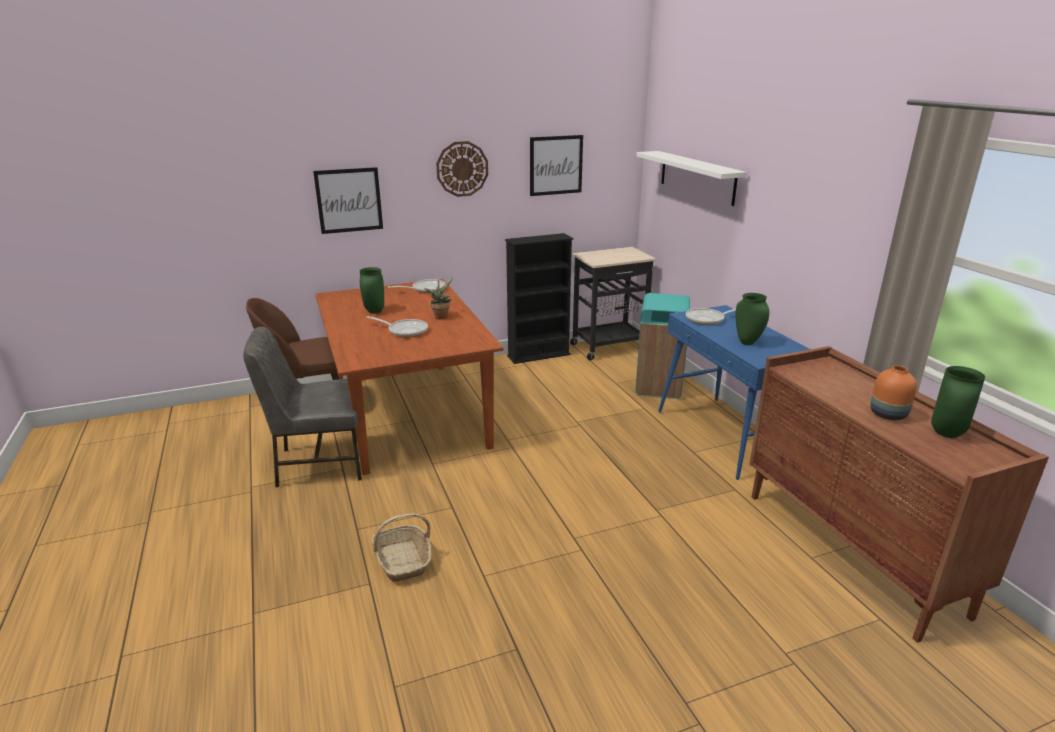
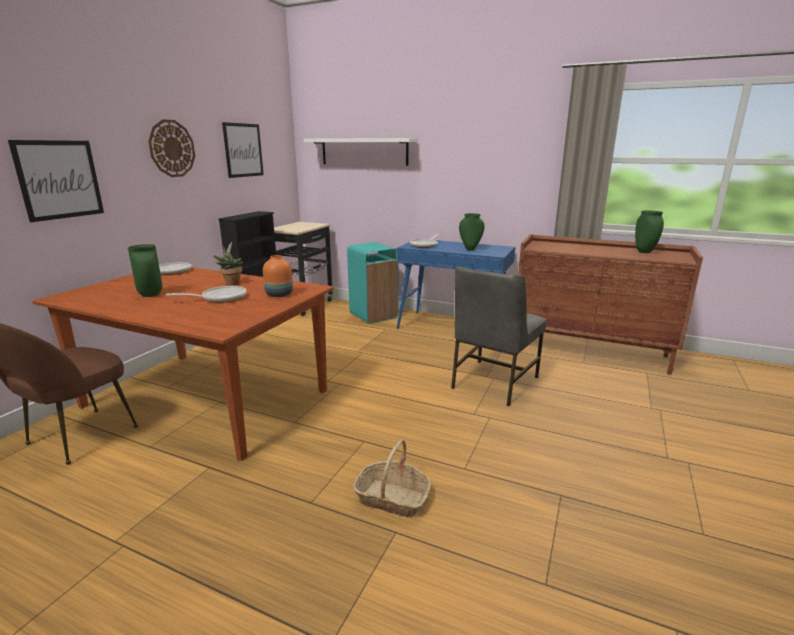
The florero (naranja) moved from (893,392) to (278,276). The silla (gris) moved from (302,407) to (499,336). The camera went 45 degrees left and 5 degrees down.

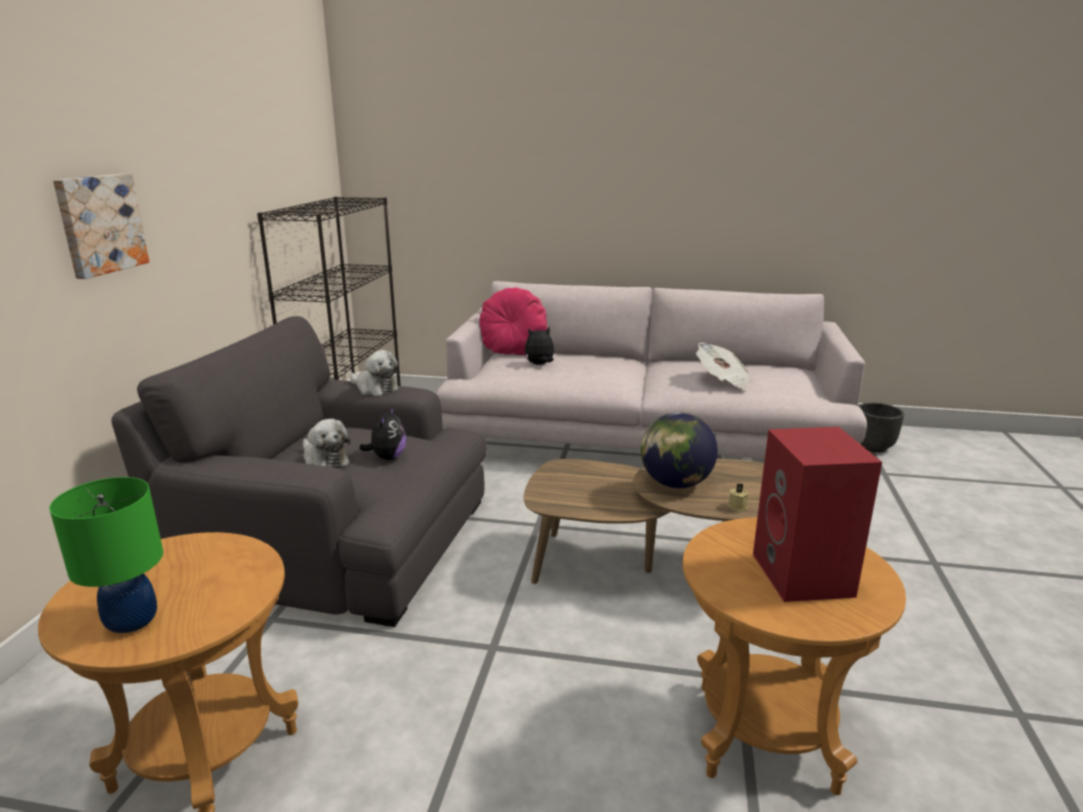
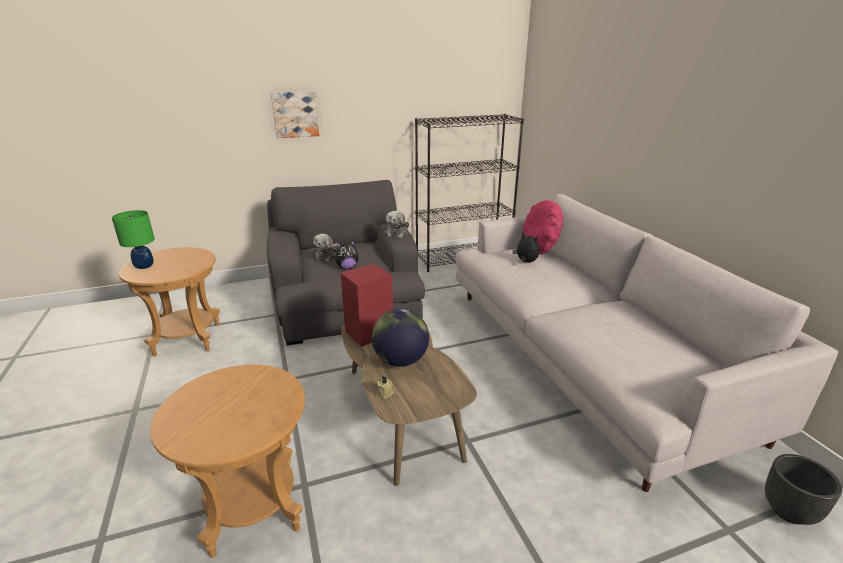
The altavoz (rojo) moved from (817,514) to (367,305). The periódico at (724,366) disappeared. The camera went 60 degrees right and 5 degrees up.

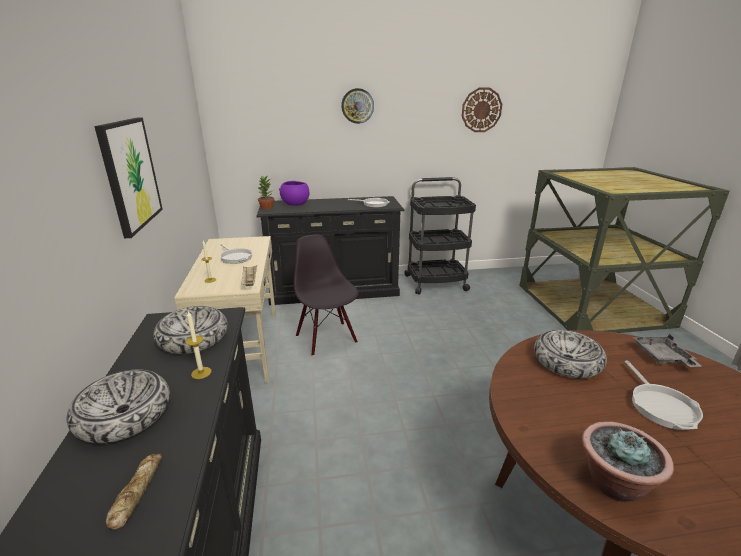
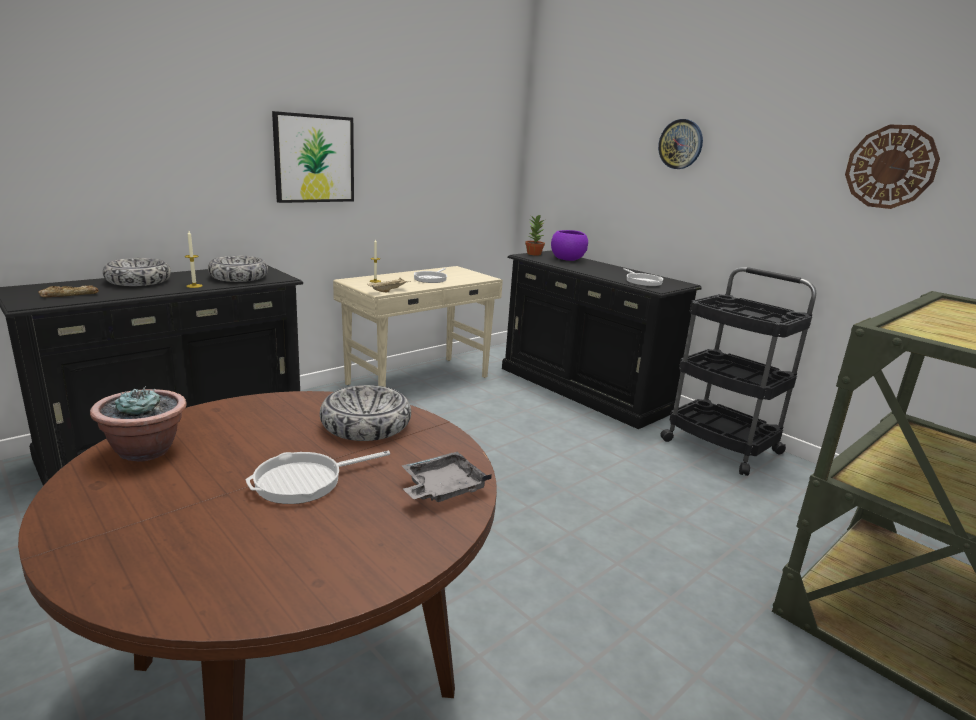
The silla (negro) at (326,295) disappeared. The camera went 55 degrees right and 5 degrees down.

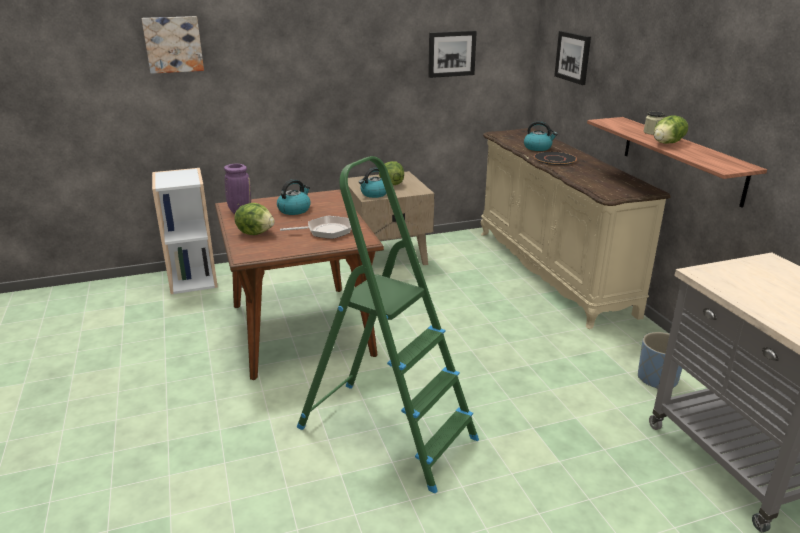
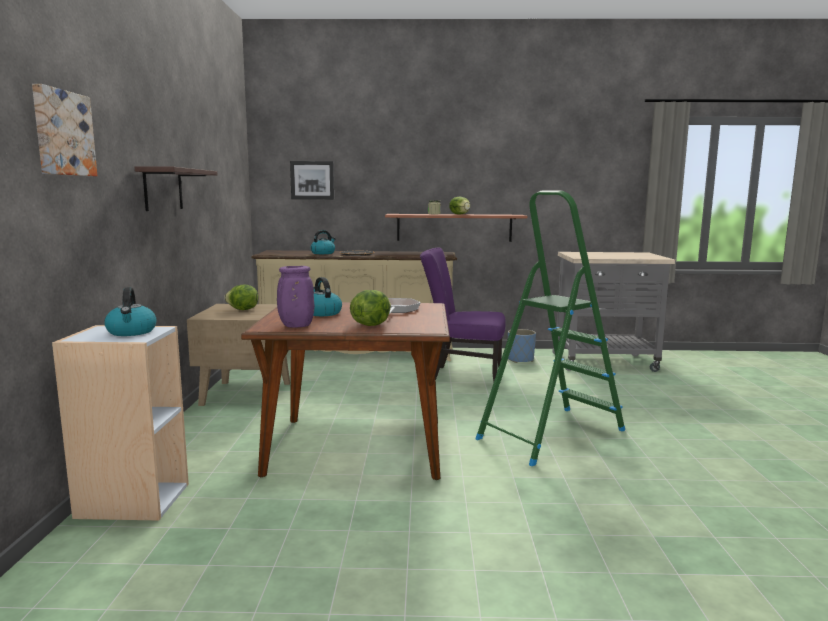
The hervidor moved from (373,183) to (130,311). The estante at (176,188) appeared. The silla (morado) at (463,315) appeared. The cuadro at (452,54) disappeared. The camera went 70 degrees left and 15 degrees down.

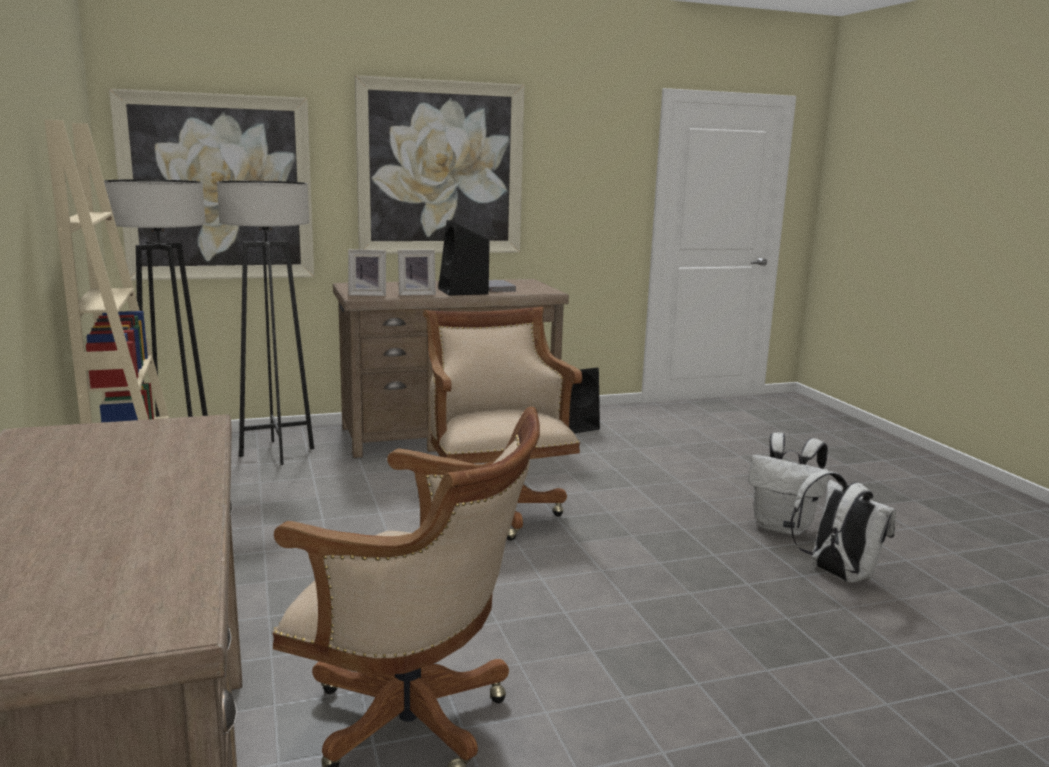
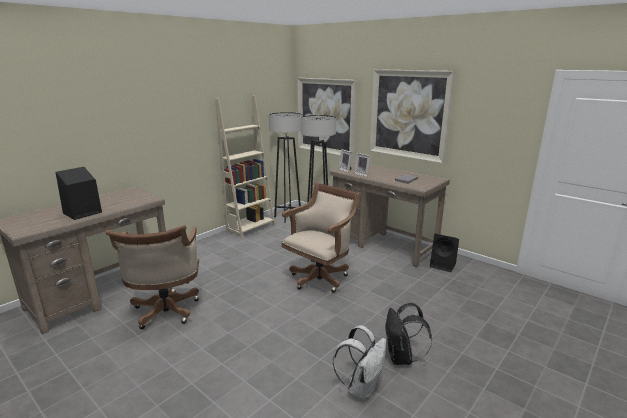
The altavoz (negro) moved from (464,258) to (79,193). The mochila (blanco) at (788,484) became the mochila (negro) at (408,334). The camera went 60 degrees right and 5 degrees up.

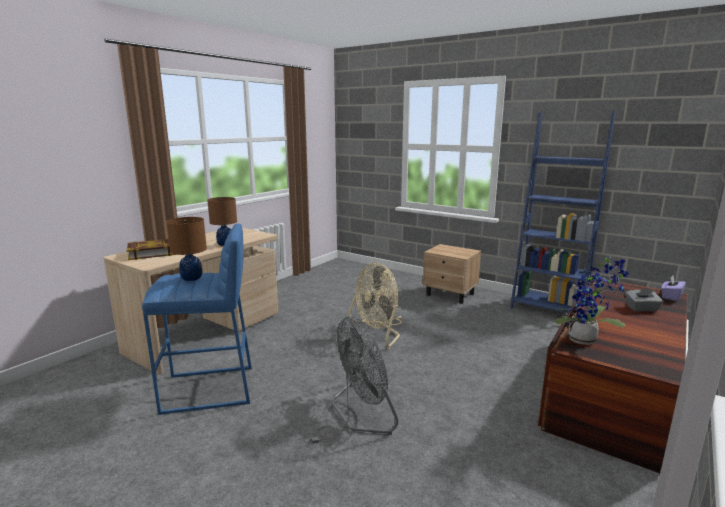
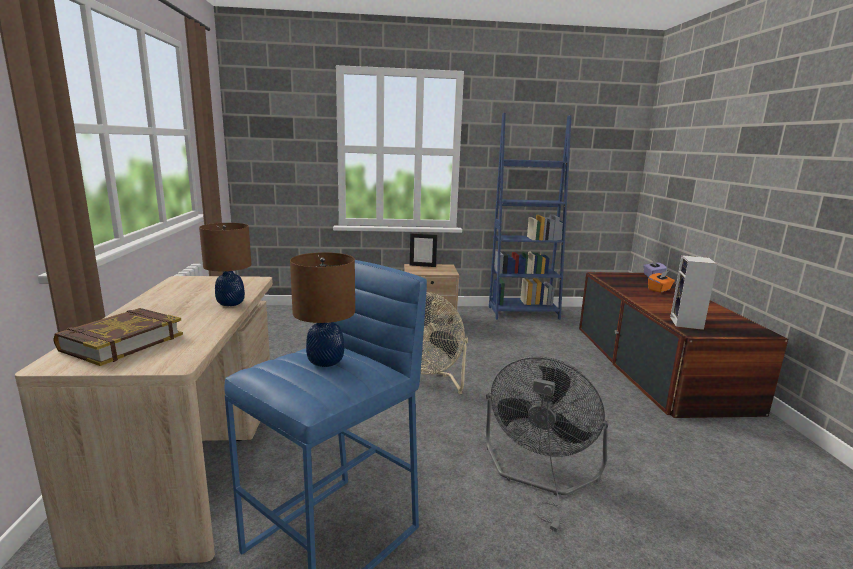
The portarretratos at (423,250) appeared. The caja de pañuelos (gris) at (644,300) became the caja de pañuelos (naranja) at (661,282). The planta en maceta at (591,300) was replaced by the altavoz at (693,292). The camera went 40 degrees left and 0 degrees up.

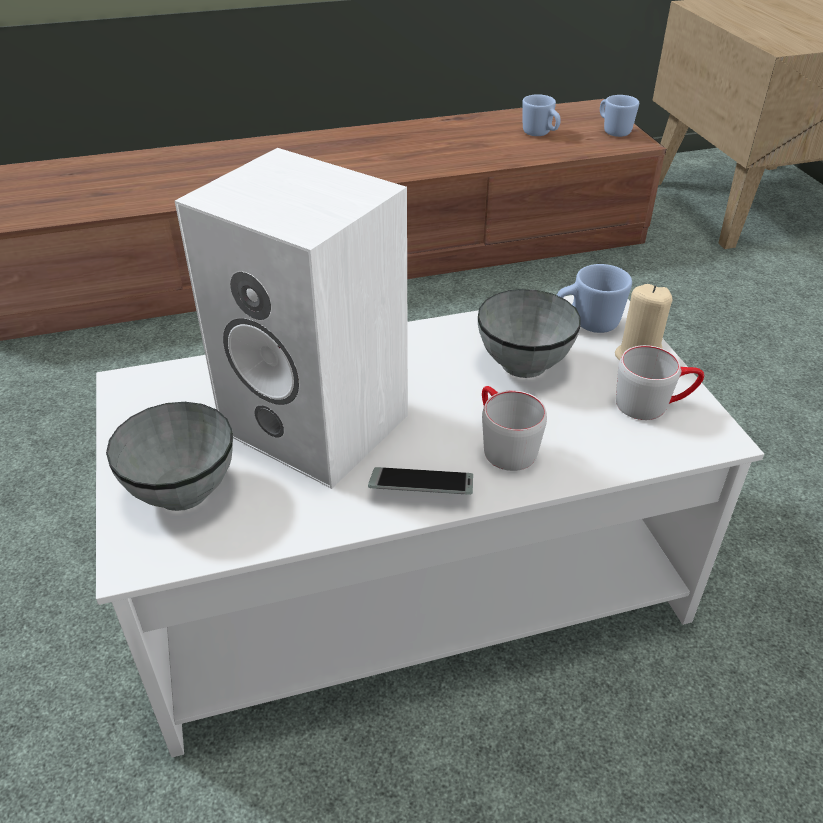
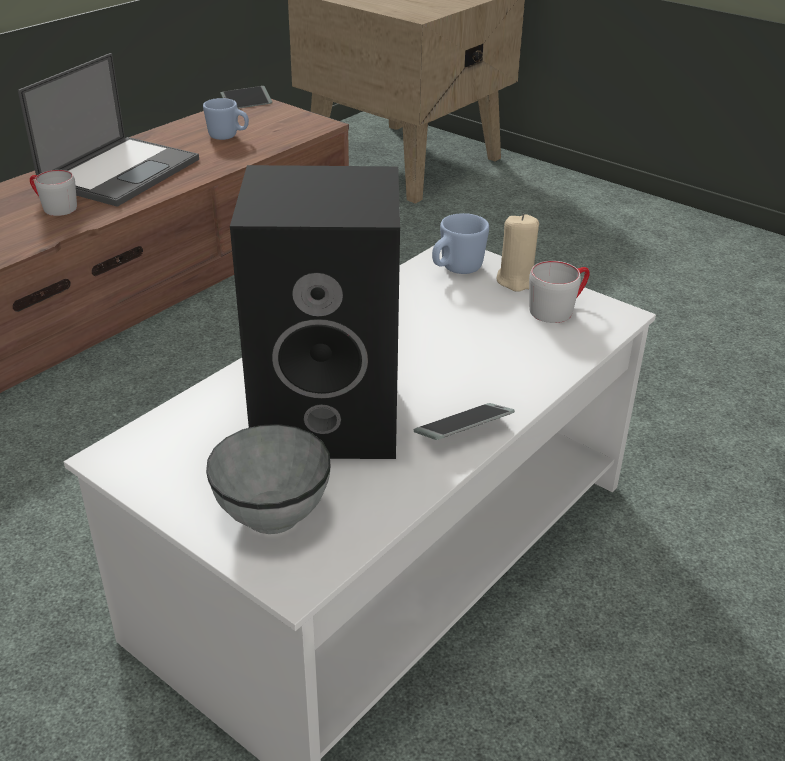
The portátil at (108,130) appeared. The taza grande (gris) moved from (514,428) to (53,193). The móvil at (246,97) appeared. The altavoz (blanco) at (291,318) became the altavoz (negro) at (315,312). The cuenco (gris) at (529,333) disappeared. The taza grande (azul) at (619,116) disappeared. The camera went 35 degrees left and 5 degrees down.

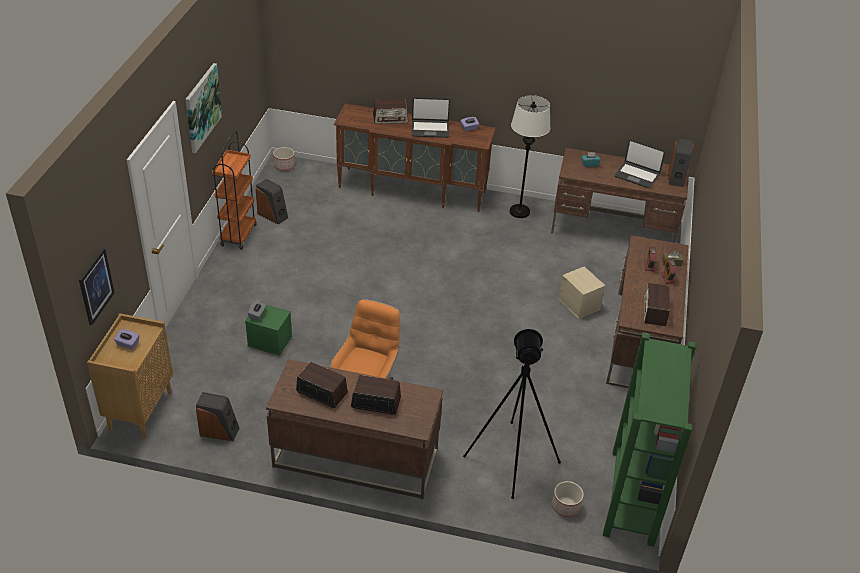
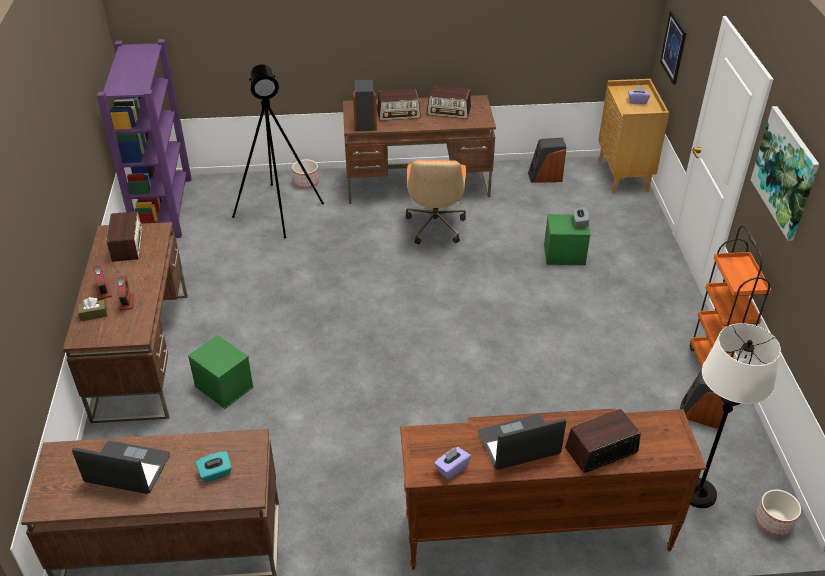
The estantería (verde) at (649,440) became the estantería (morado) at (144,138). The caja de almacenaje (beis) at (582,292) became the caja de almacenaje (verde) at (221,372). The maceta moved from (568,499) to (305,174). The altavoz moved from (681,162) to (365,105). The lámpara de pie (blanco) moved from (530,156) to (735,415). The camera went 165 degrees right and 0 degrees up.

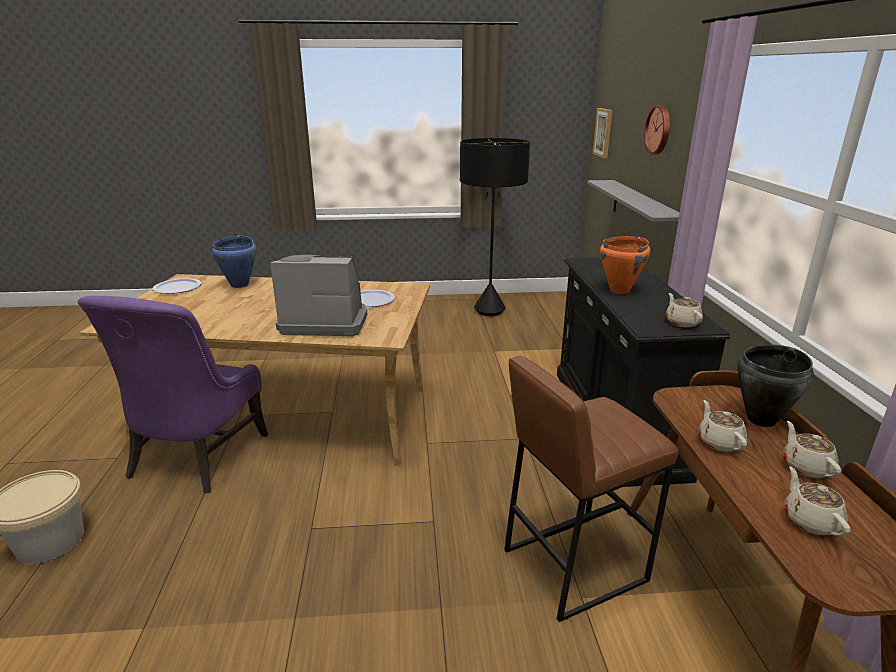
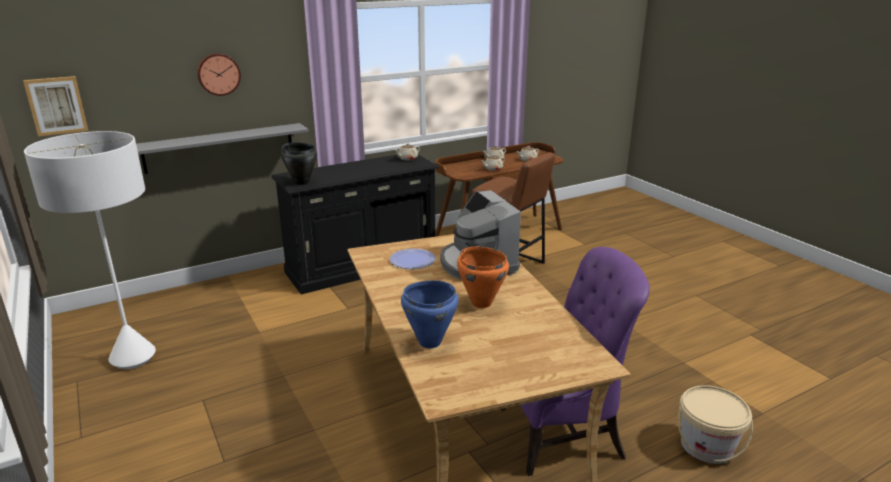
The lámpara de pie (negro) at (495,227) became the lámpara de pie (blanco) at (90,250). The olla (negro) moved from (775,386) to (299,163). The olla (naranja) moved from (625,265) to (483,277). The plato at (176,286) disappeared. The camera went 115 degrees left and 0 degrees up.

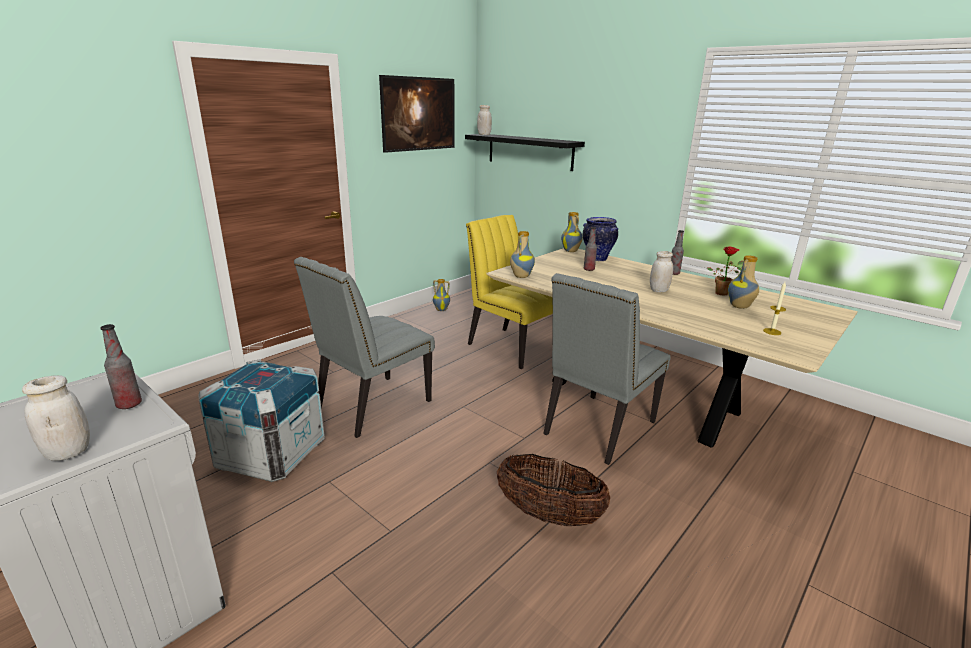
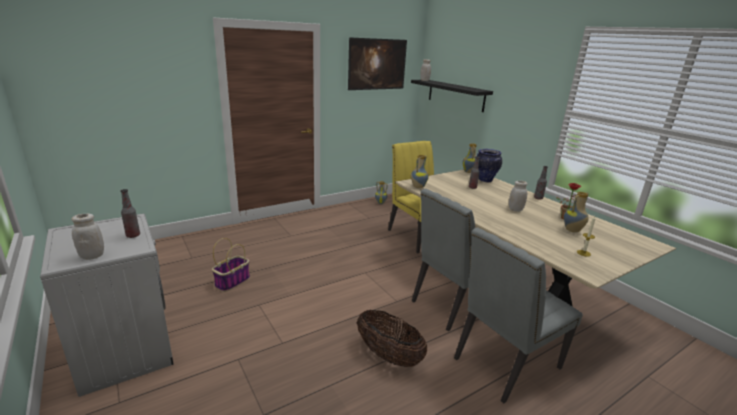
The caja de embalaje at (261,421) was replaced by the cesta at (231,265). The silla (gris) moved from (364,347) to (518,315). The camera went 15 degrees right and 0 degrees up.

